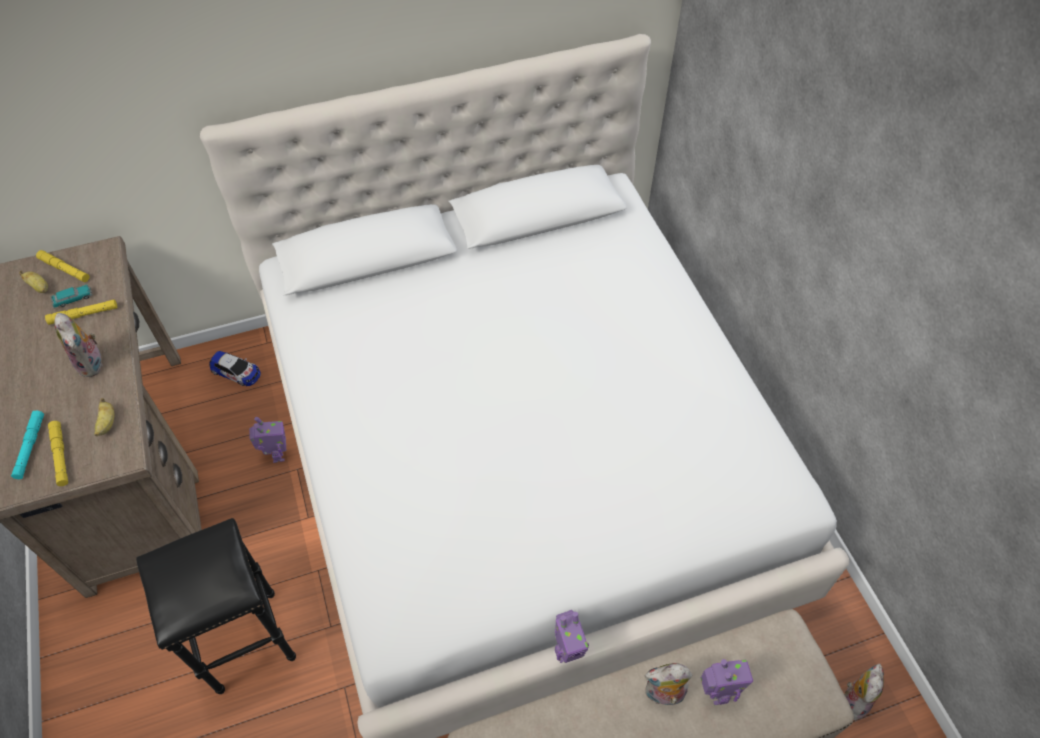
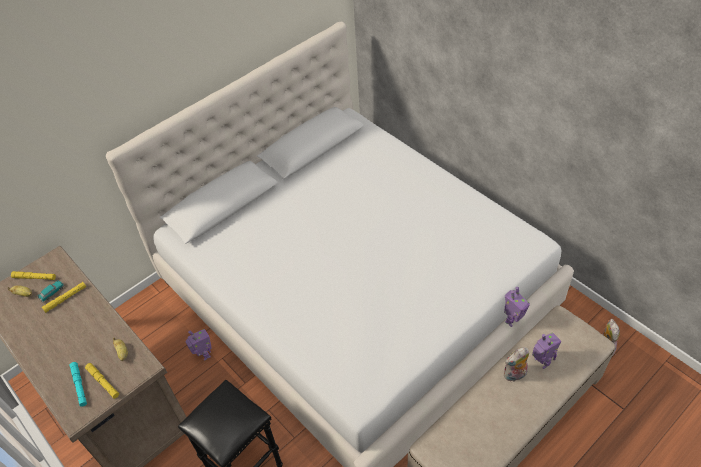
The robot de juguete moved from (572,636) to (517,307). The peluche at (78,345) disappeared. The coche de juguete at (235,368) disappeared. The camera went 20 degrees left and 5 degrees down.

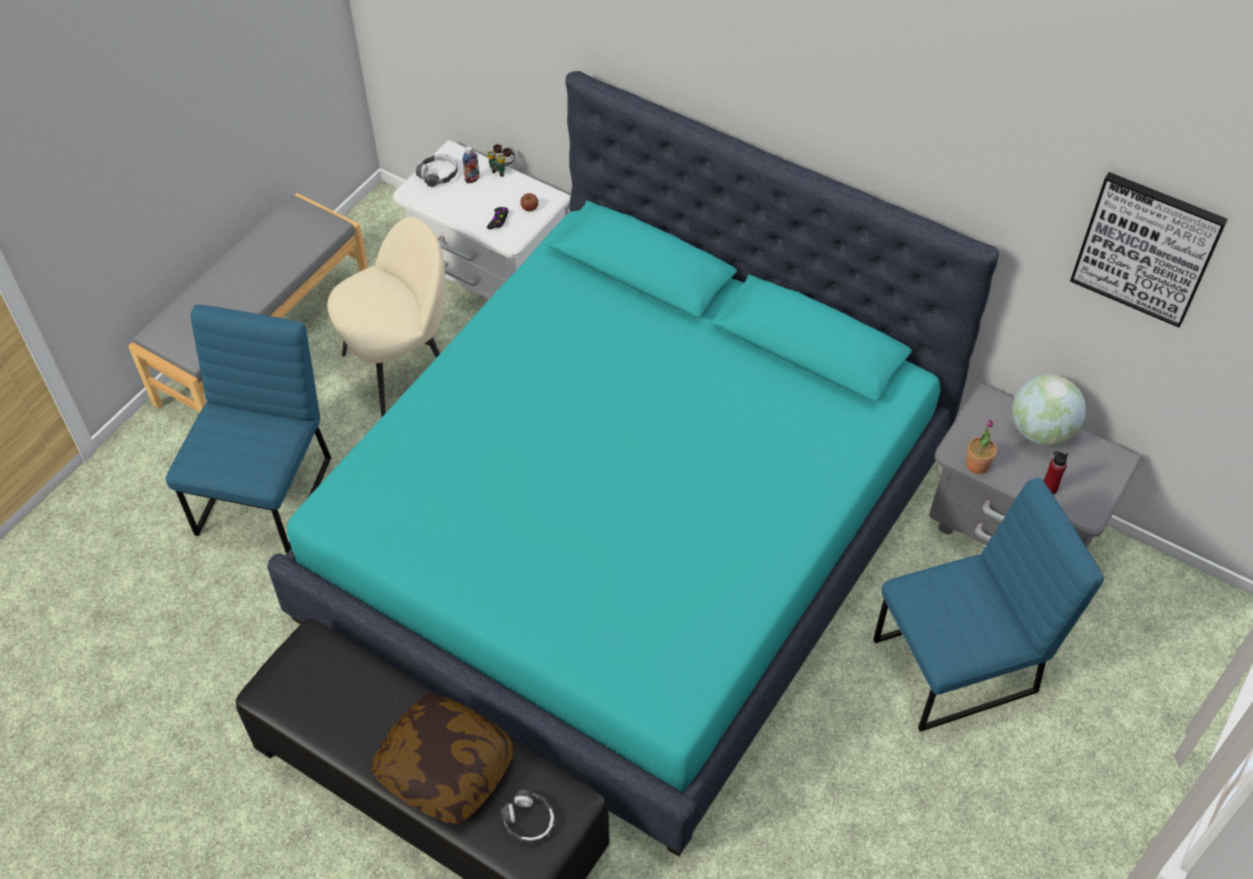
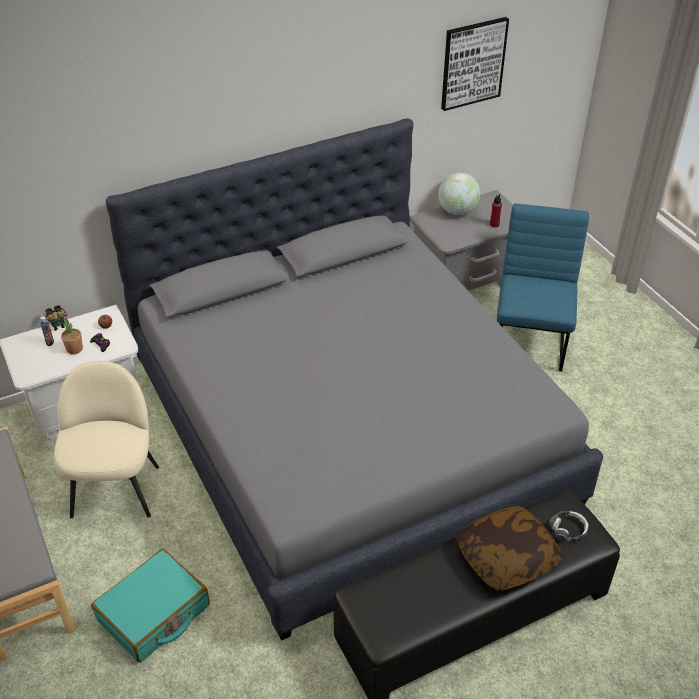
The planta en maceta moved from (981,447) to (72,332). The silla (azul) at (248,428) was replaced by the maleta (turquesa) at (150,605). The cama (turquesa) at (633,463) became the cama (gris) at (354,380). The auriculares at (437,171) disappeared. The camera went 60 degrees left and 10 degrees down.

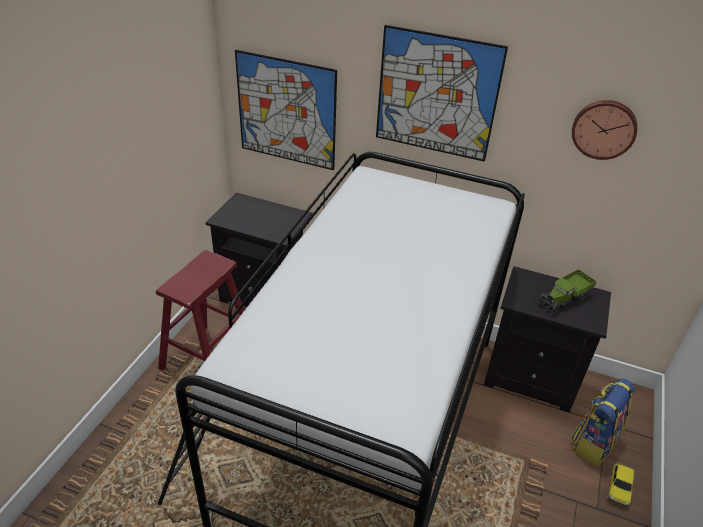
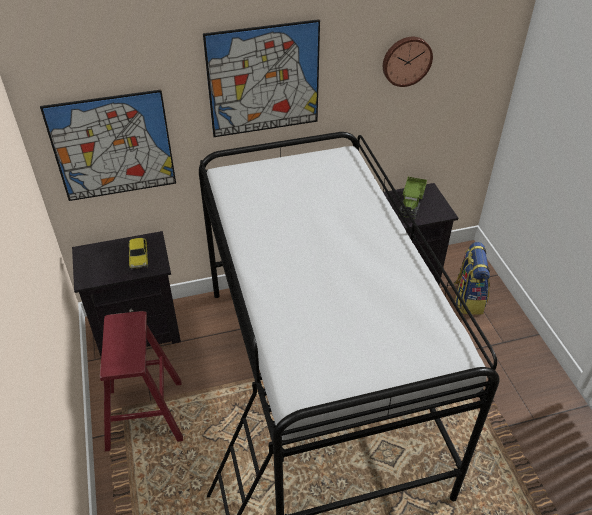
The coche de juguete moved from (621,485) to (138,254). The camera went 35 degrees left and 5 degrees up.

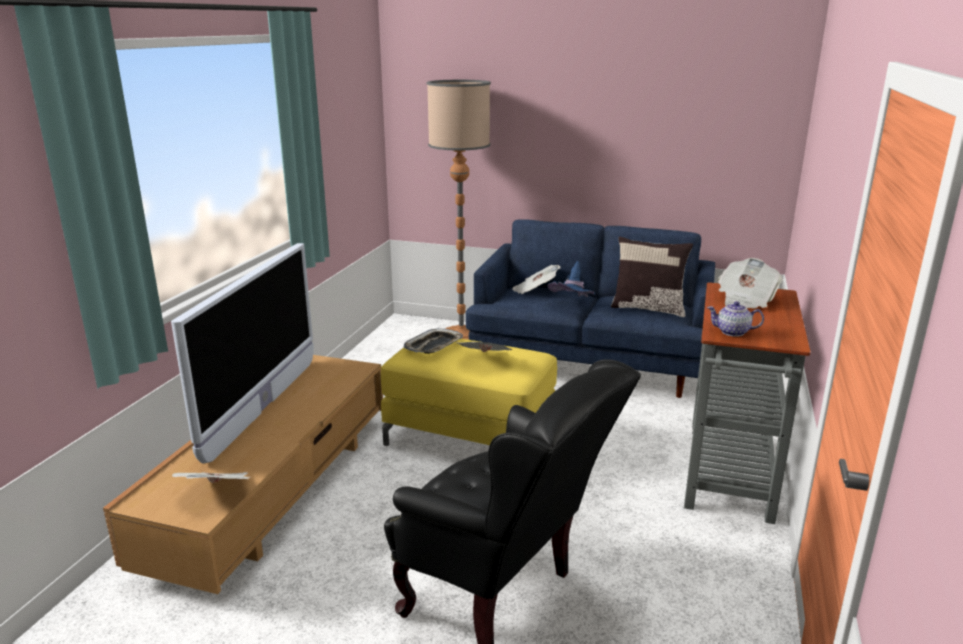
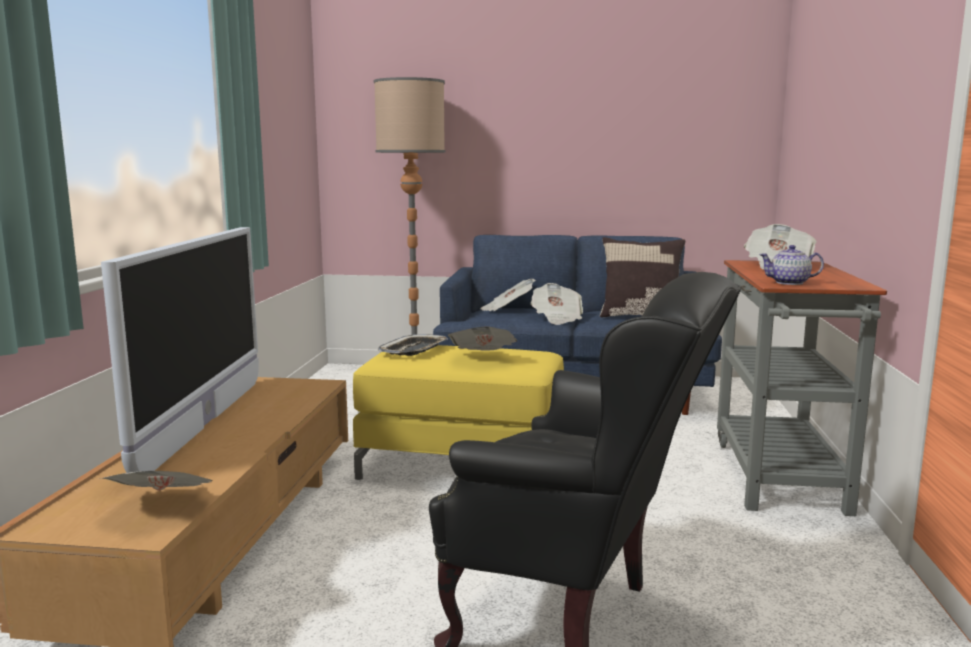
The sombrero (azul) at (571,279) was replaced by the periódico at (557,304). The camera went 10 degrees left and 10 degrees down.

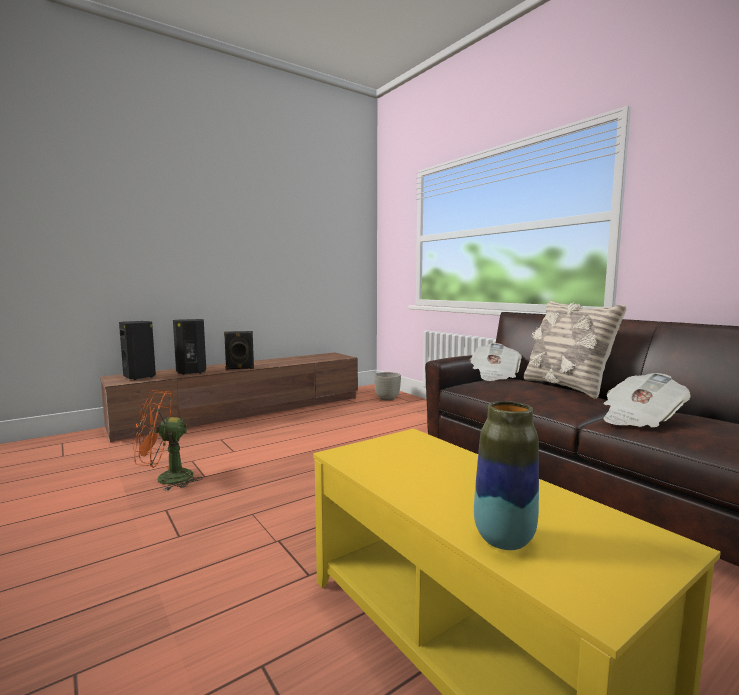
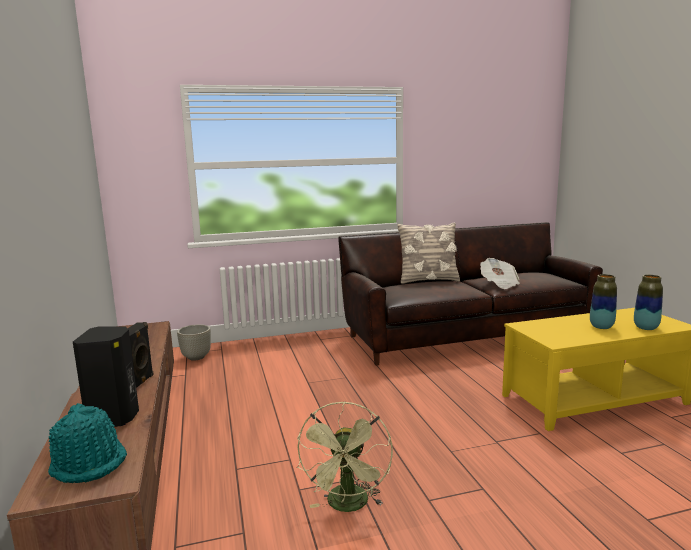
The altavoz (negro) at (137,350) was replaced by the sombrero (turquesa) at (87,443). The ventilador (naranja) at (168,440) became the ventilador (verde) at (345,456). The florero at (603,301) appeared. The periódico at (496,362) disappeared. The camera went 70 degrees left and 5 degrees up.

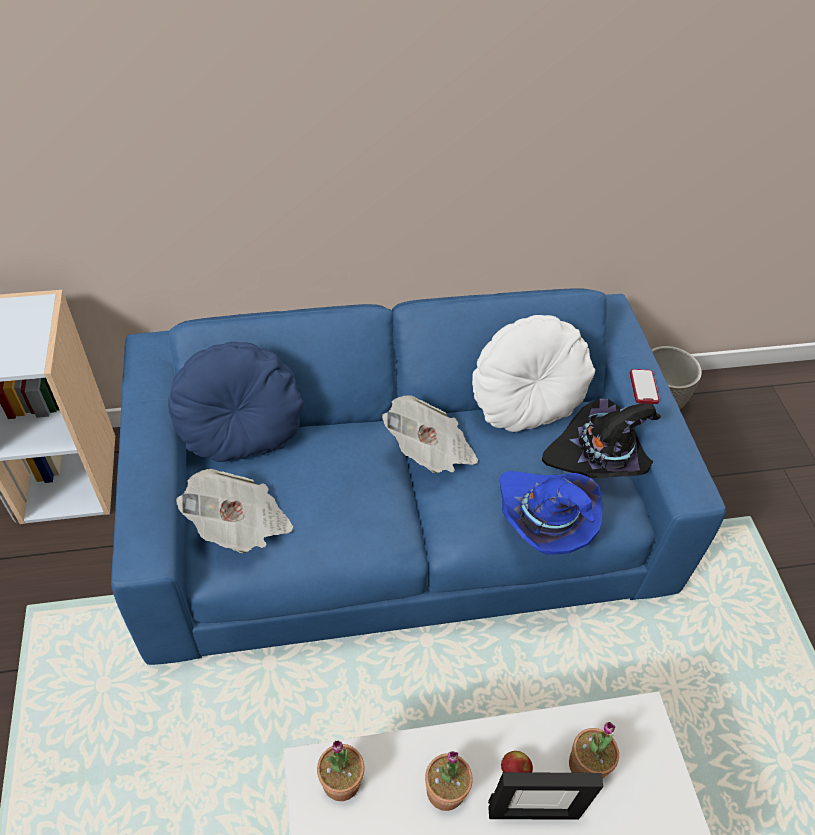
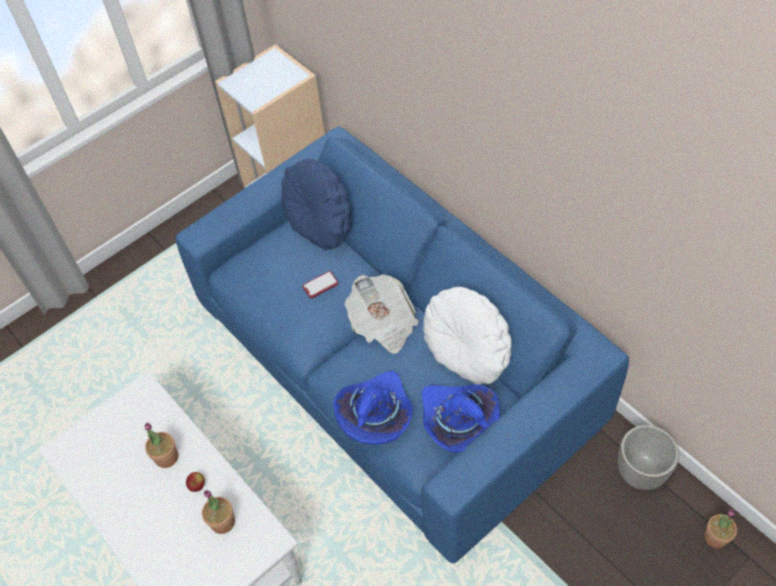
The móvil moved from (645,386) to (320,284). The sombrero (negro) at (601,438) became the sombrero (azul) at (461,418). The planta en maceta moved from (341,771) to (720,528). The periódico at (234,511) disappeared. The portarretratos at (545,796) disappeared. The camera went 65 degrees right and 5 degrees up.

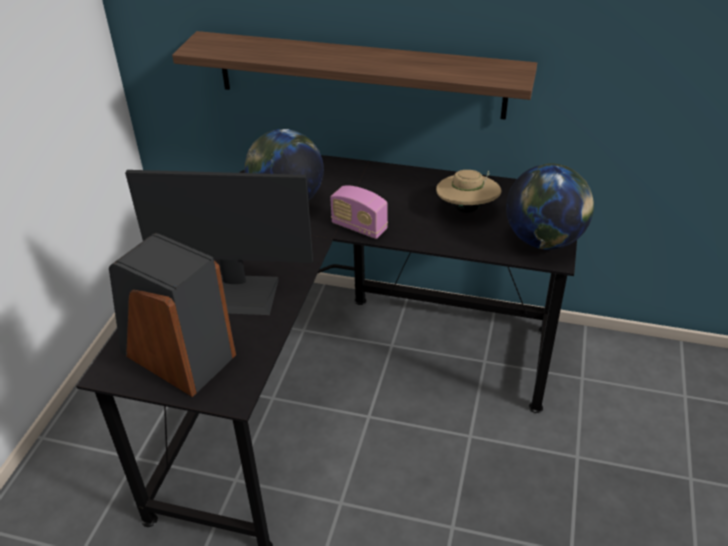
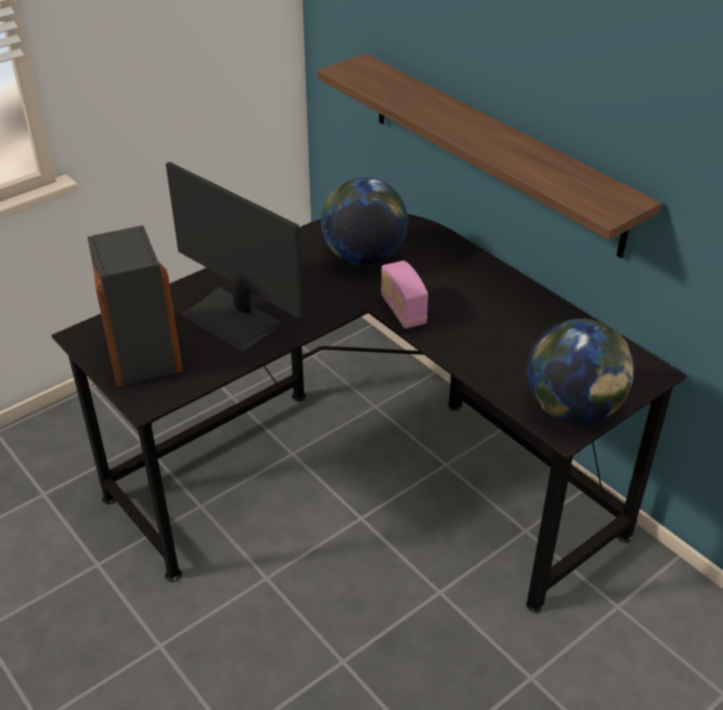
The sombrero (beis) at (468,191) disappeared. The camera went 35 degrees right and 0 degrees up.

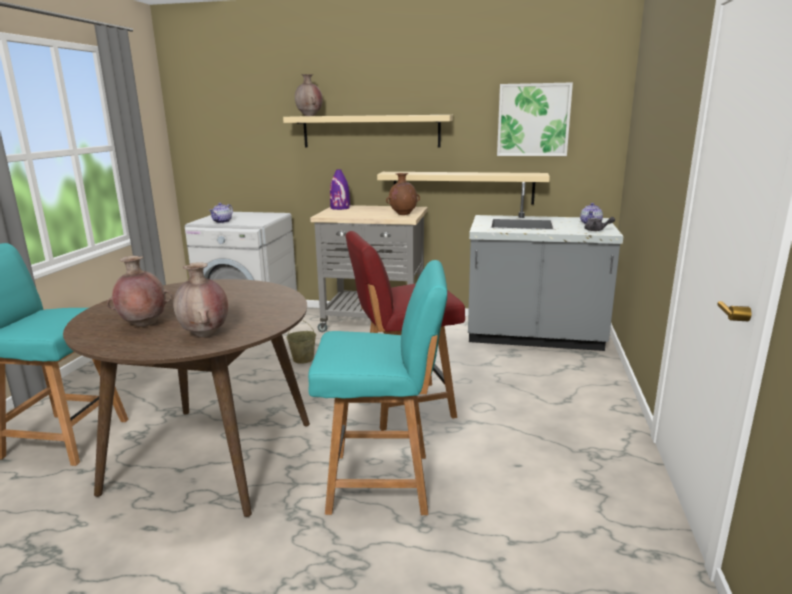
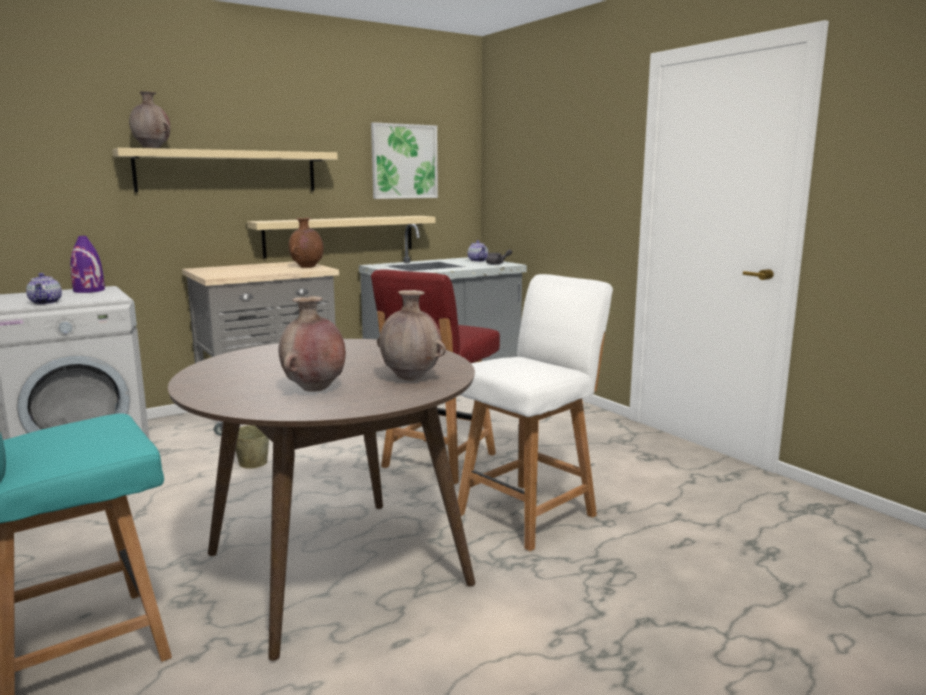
The florero (morado) moved from (340,189) to (87,264). The silla (turquesa) at (377,387) became the silla (blanco) at (535,412). The camera went 45 degrees left and 5 degrees down.

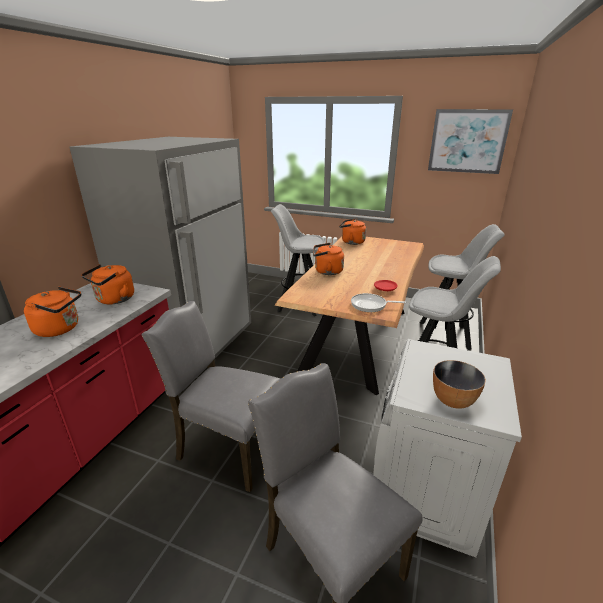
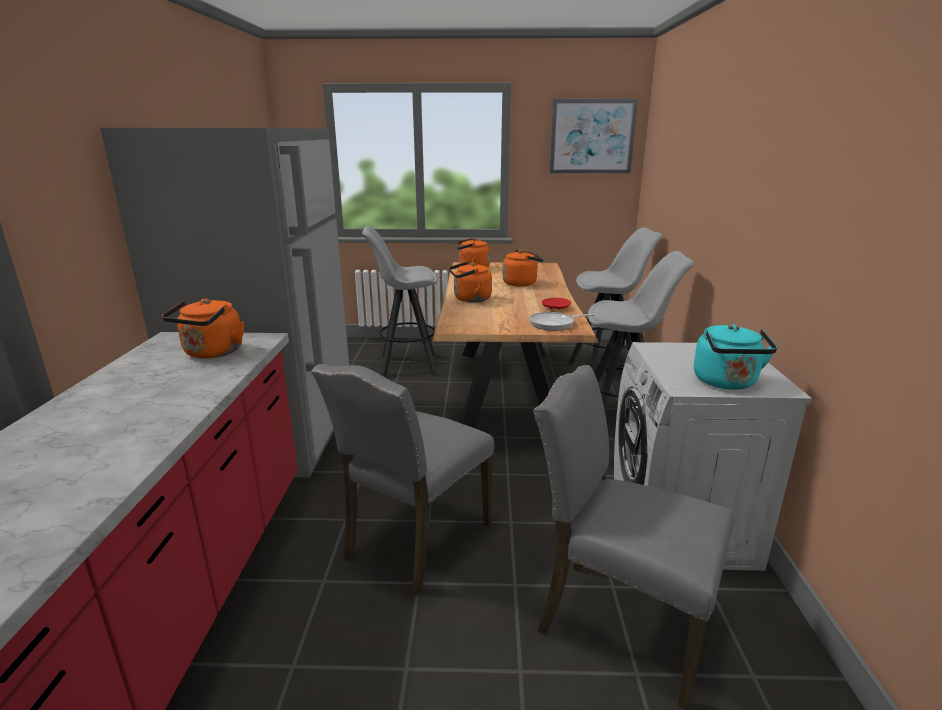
The silla (gris) at (210,396) turned 60 degrees counterclockwise. The hervidor (naranja) moved from (52,312) to (523,268). The cuenco at (459,384) was replaced by the hervidor (turquesa) at (735,357). The camera went 20 degrees left and 5 degrees down.

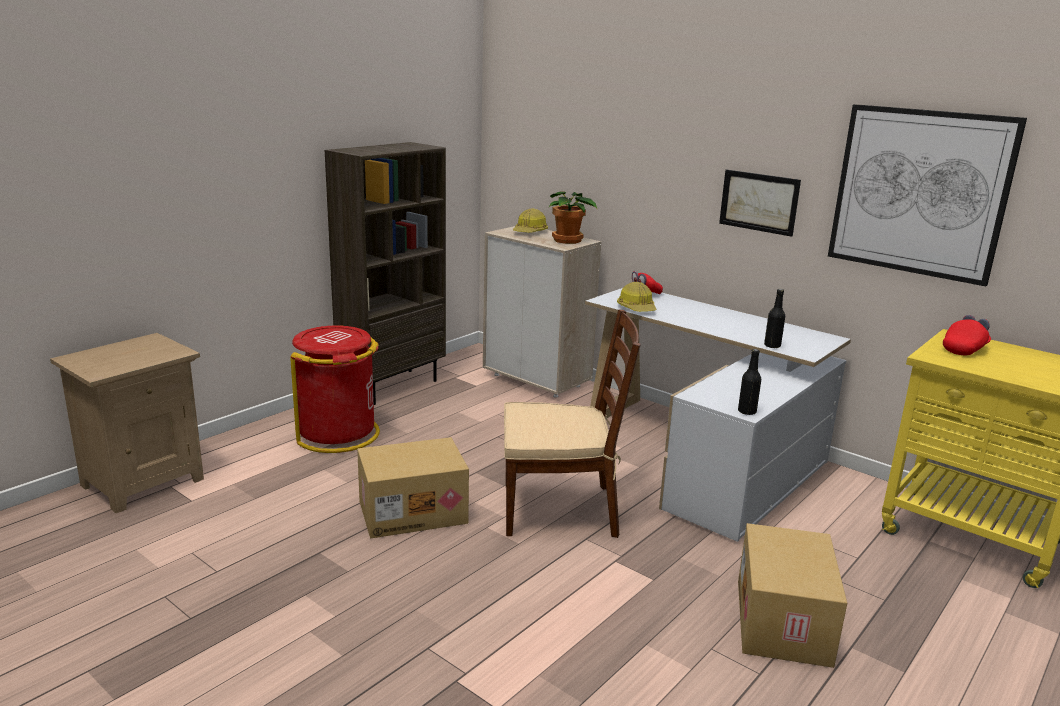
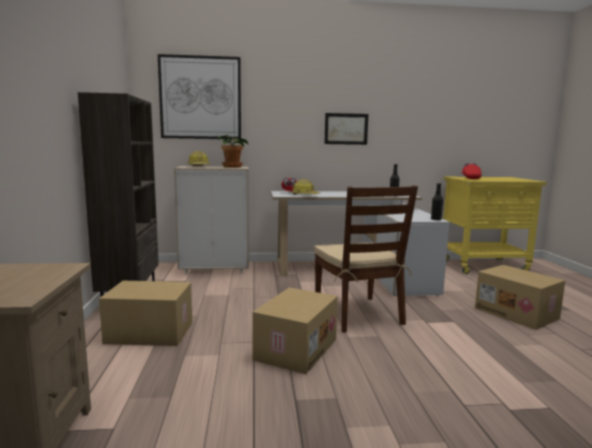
The papelera (rojo) at (335,389) was replaced by the caja de cartón at (145,313). The cuadro moved from (927,195) to (199,96). The silla (marrón) at (572,423) turned 120 degrees clockwise. The camera went 45 degrees left and 10 degrees down.

